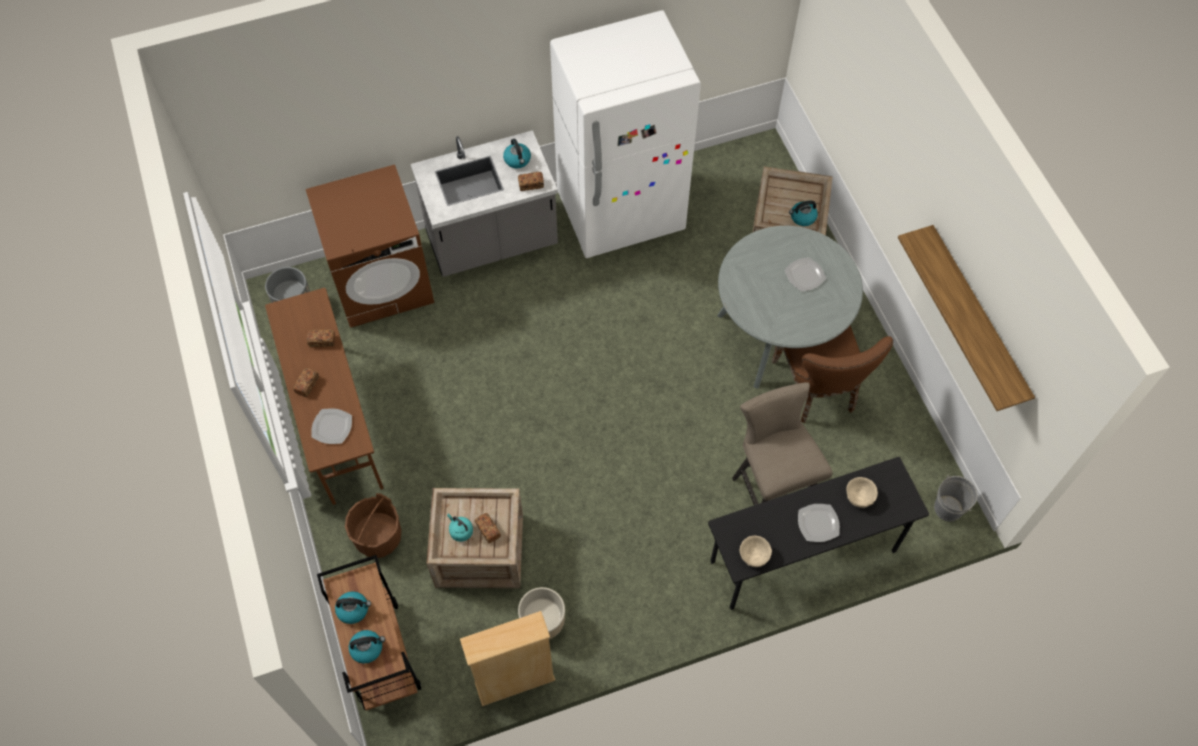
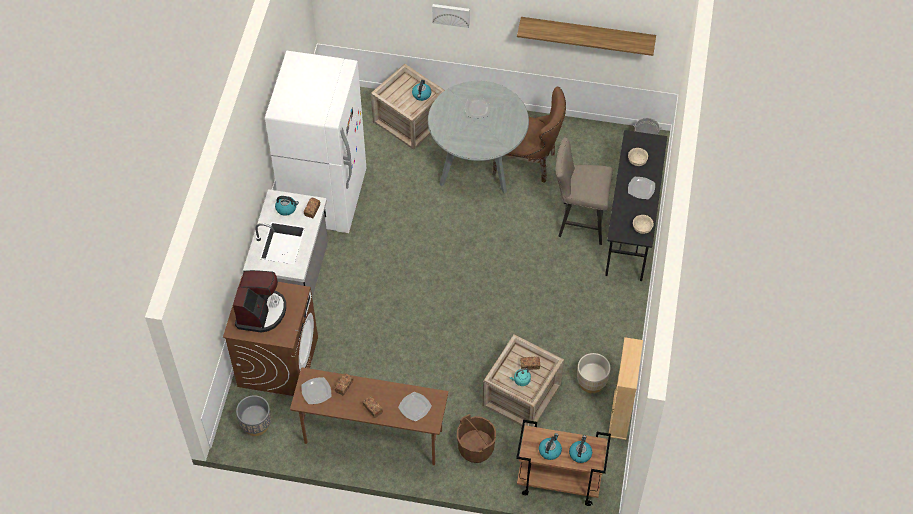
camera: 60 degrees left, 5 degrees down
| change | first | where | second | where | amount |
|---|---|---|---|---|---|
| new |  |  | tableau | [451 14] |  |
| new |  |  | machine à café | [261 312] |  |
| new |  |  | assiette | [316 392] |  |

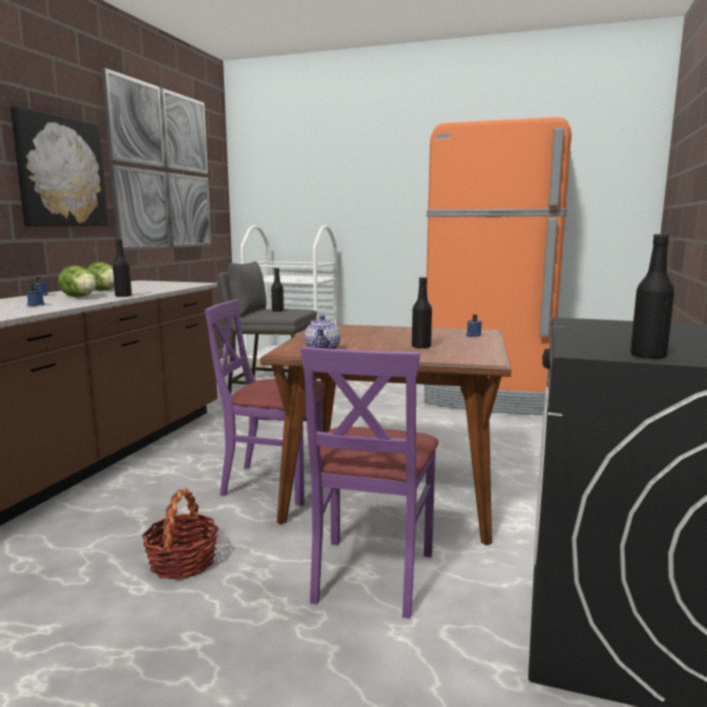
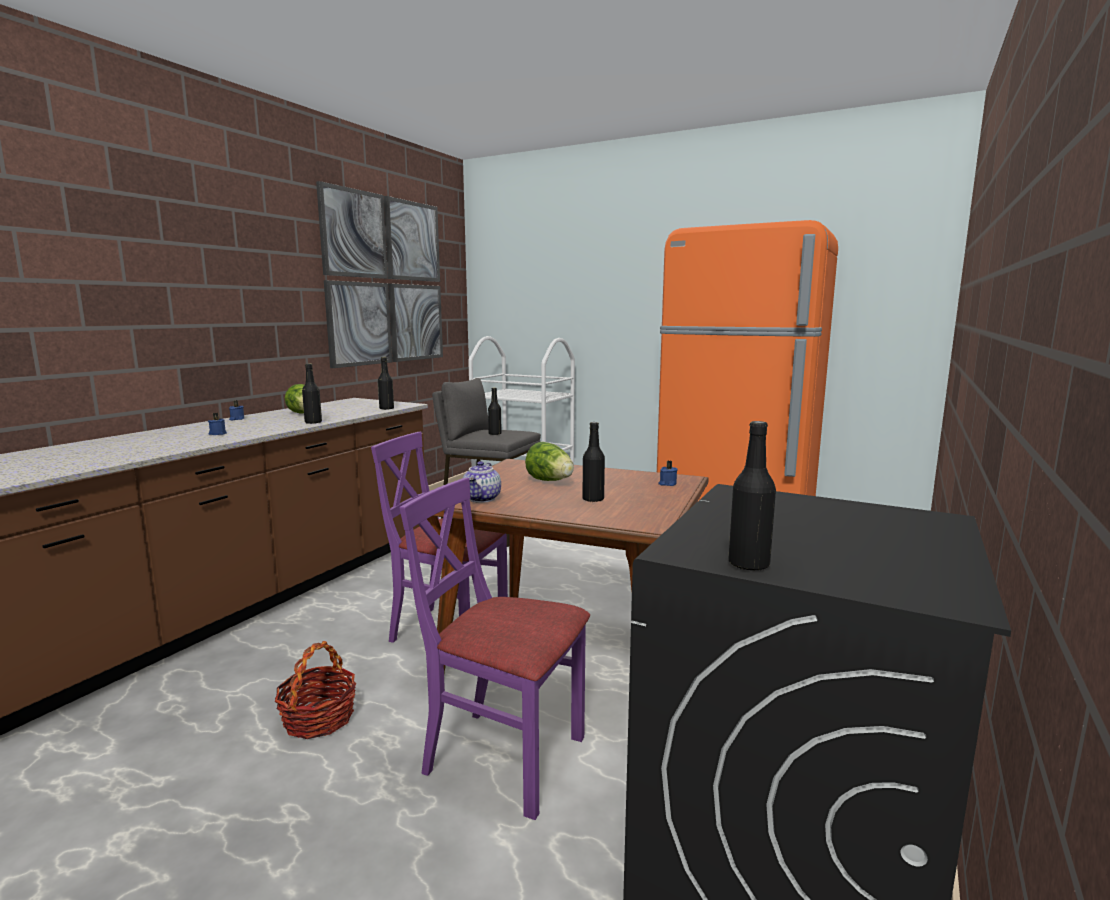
camera: 10 degrees right, 0 degrees up
| change | first | where | second | where | amount |
|---|---|---|---|---|---|
| gone | tableau | [61 172] |  |  |  |
| shifted | laitue | [81 297] |  | [550 481] |  |
| rotated | chaise (violet) | [371 574] |  | [504 757] | 90 degrees clockwise |
| new |  |  | bouteille (noir) | [386 409] |  |

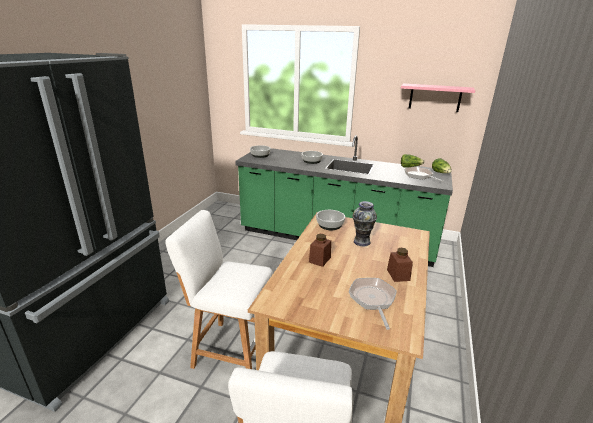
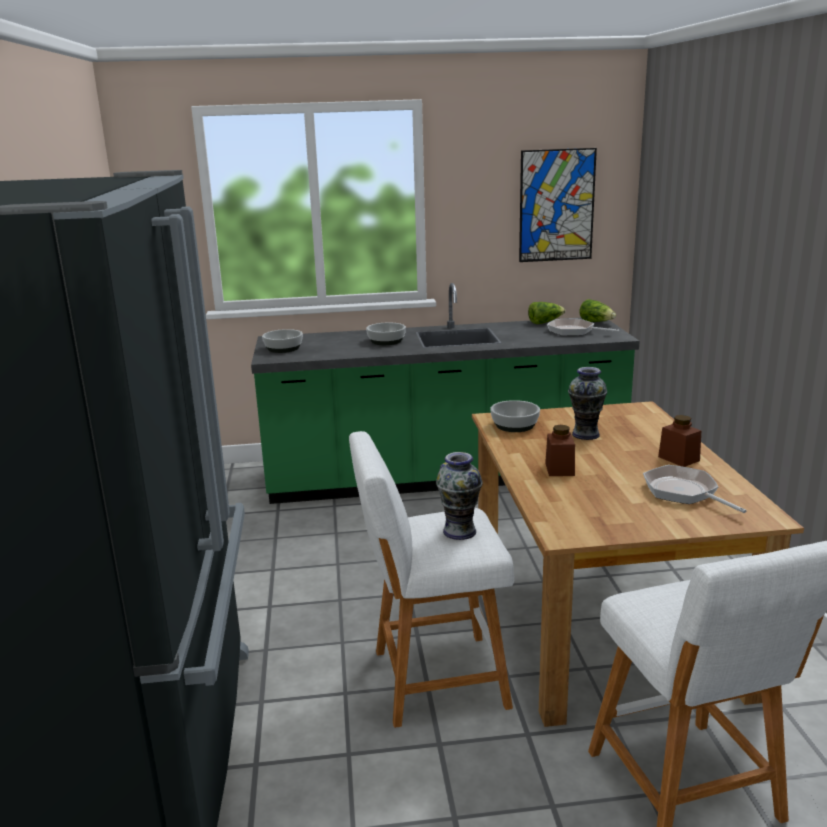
camera: 25 degrees left, 5 degrees down
| change | first | where | second | where | amount |
|---|---|---|---|---|---|
| swapped | étagère (rose) | [435 97] | tableau | [556 205] |  |
| new |  |  | vase | [460 531] |  |

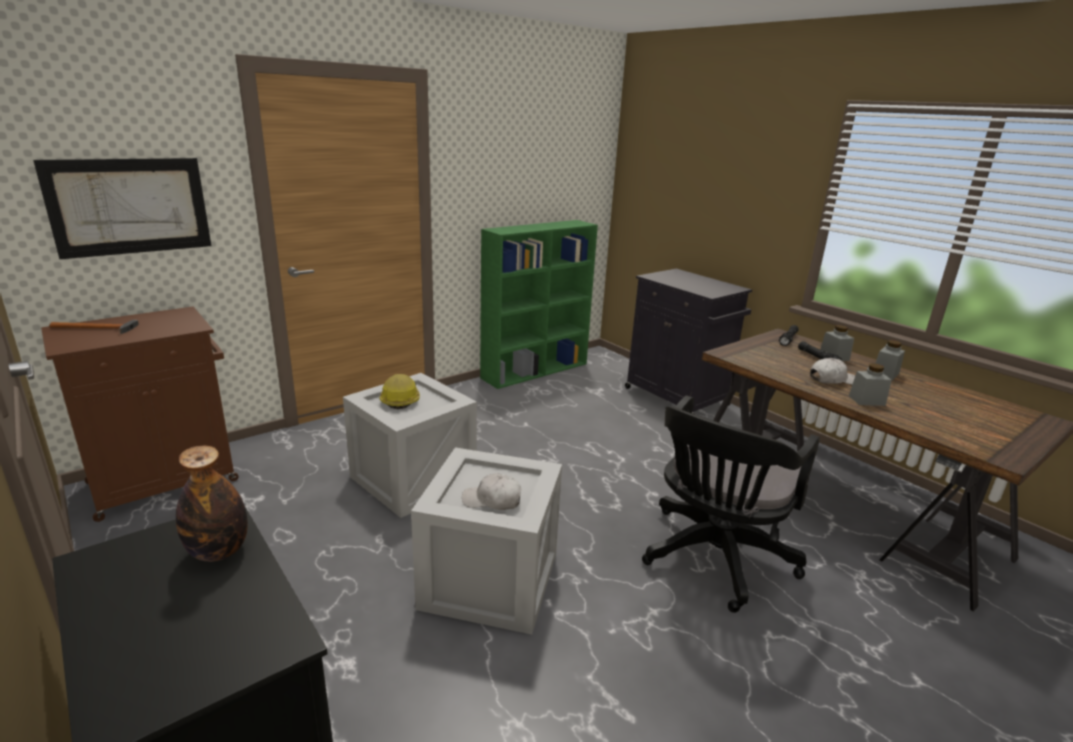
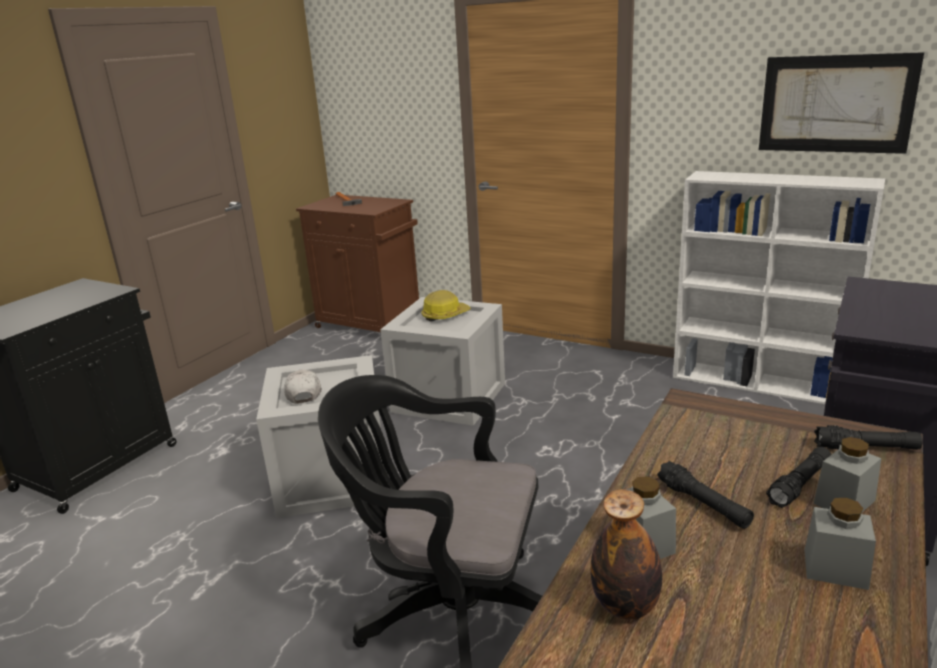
camera: 70 degrees right, 0 degrees up
| change | first | where | second | where | amount |
|---|---|---|---|---|---|
| shifted | tableau | [130 206] |  | [835 104] |  |
| repainted | bibliothèque (vert) | [536 370] | bibliothèque (blanc) | [760 383] |  |
| swapped | casquette (blanc) | [832 379] | lampe de poche (noir) | [703 504] |  |
| shifted | bouteille | [219 551] |  | [625 606] |  |

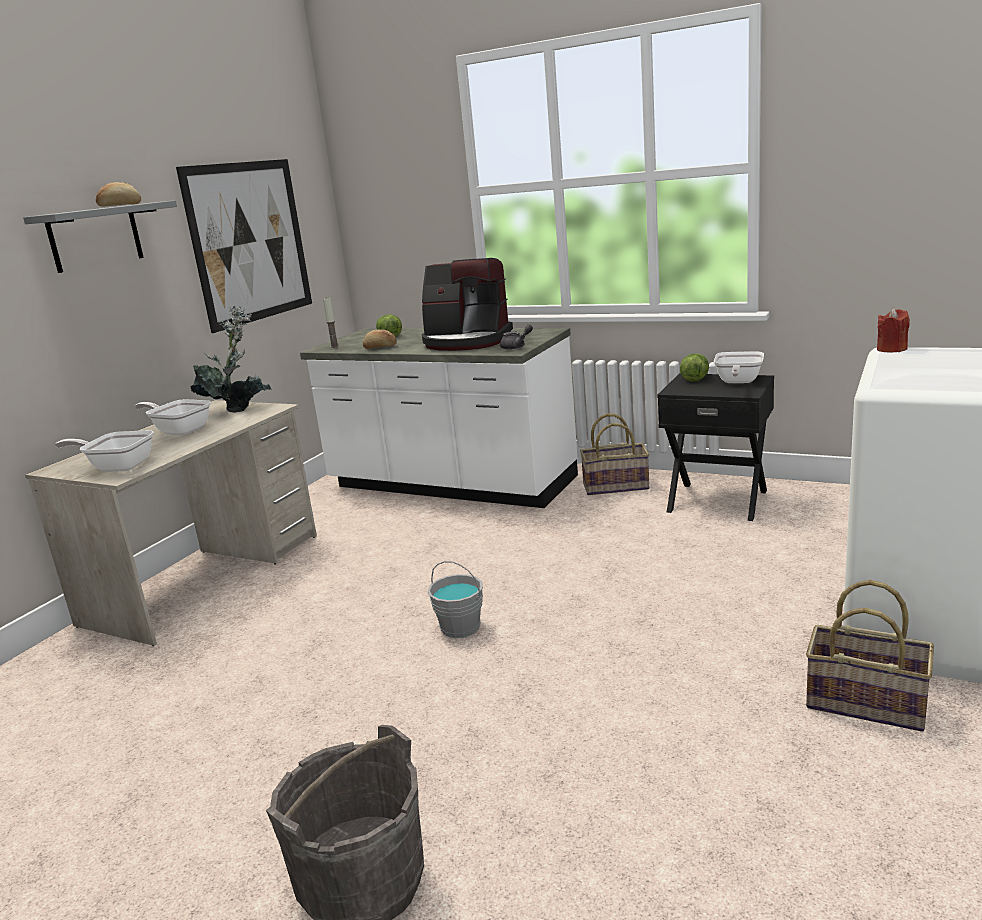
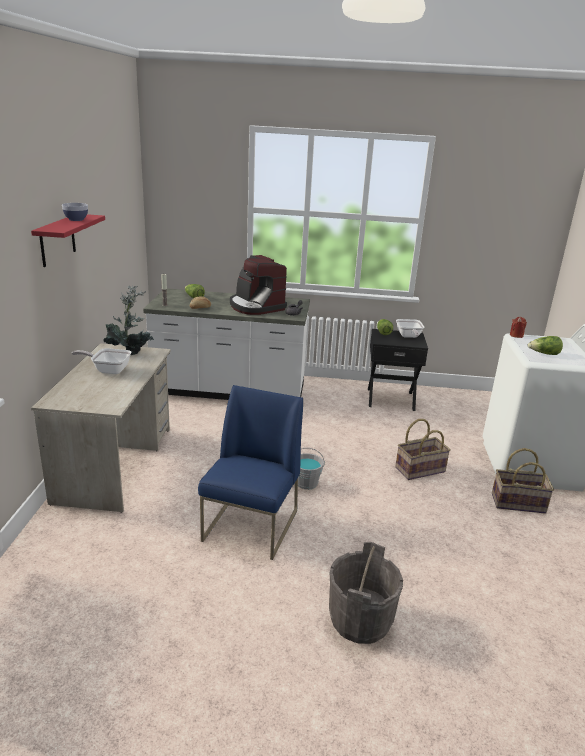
camera: 25 degrees left, 5 degrees up
| change | first | where | second | where | amount |
|---|---|---|---|---|---|
| gone | tableau | [250 242] |  |  |  |
| swapped | pain | [120 205] | bol | [76 219] |  |
| repainted | étagère (gris) | [95 237] | étagère (rouge) | [57 240] |  |
| rotated | machine à café | [467 341] |  | [256 306] | 60 degrees clockwise |
| shifted | panier | [616 486] |  | [420 469] |  |
| gone | poêle | [118 467] |  |  |  |
| new |  |  | laitue | [544 354] |  |
| new |  |  | chaise (bleu) | [251 526] |  |

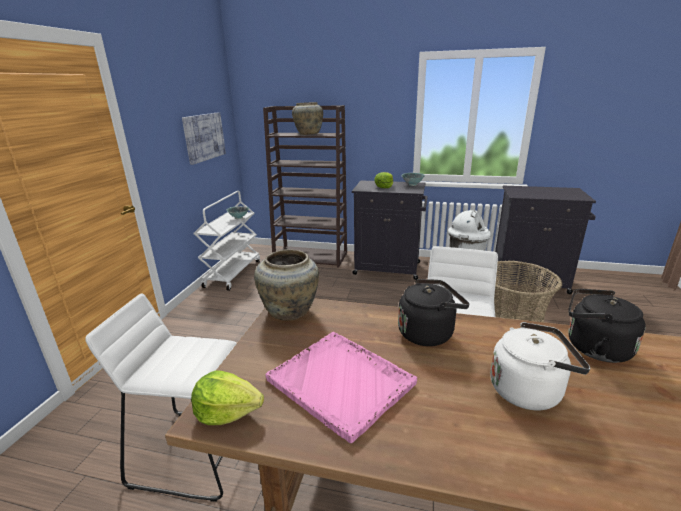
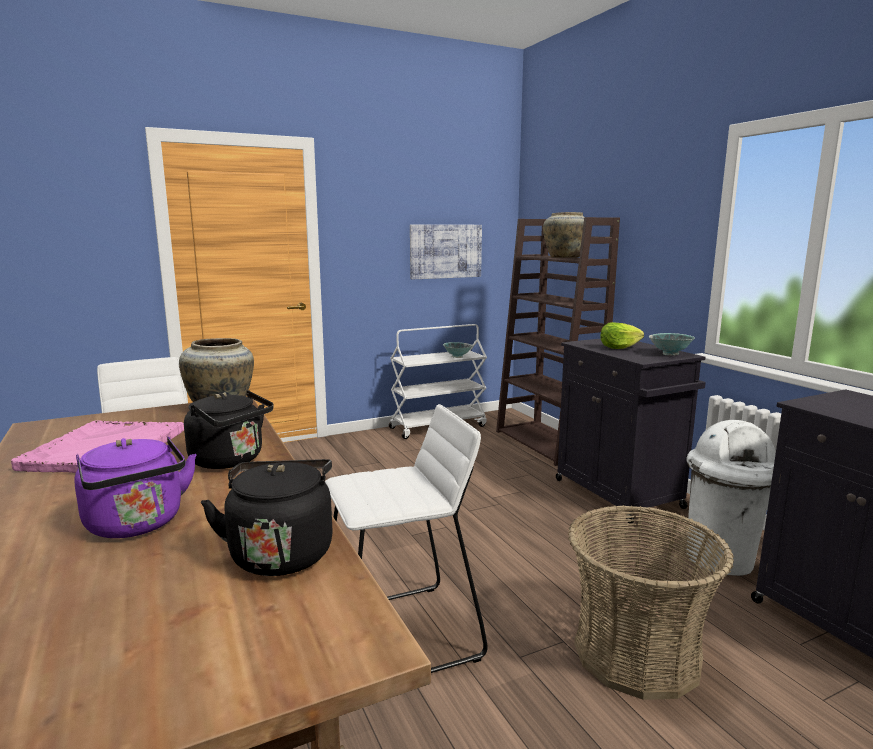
camera: 50 degrees right, 10 degrees down
| change | first | where | second | where | amount |
|---|---|---|---|---|---|
| repainted | bouilloire (blanc) | [528 390] | bouilloire (violet) | [137 525] |  |
| gone | laitue | [227 411] |  |  |  |

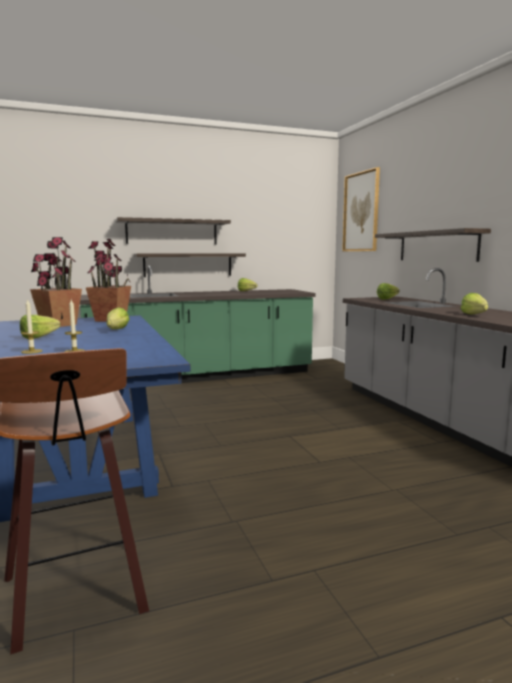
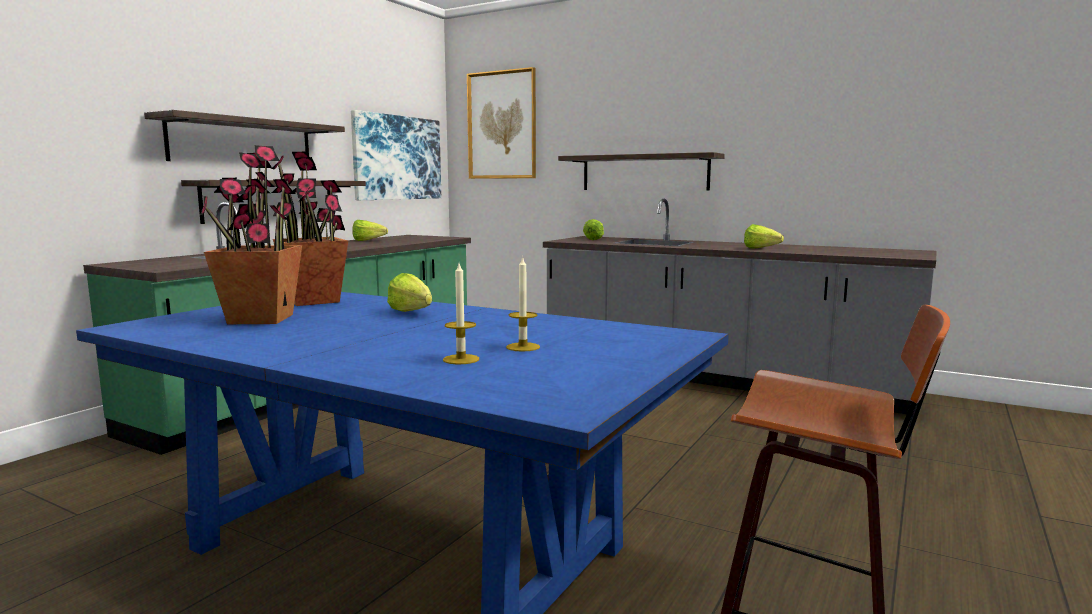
camera: 40 degrees left, 0 degrees up
| change | first | where | second | where | amount |
|---|---|---|---|---|---|
| gone | laitue | [42 337] |  |  |  |
| new |  |  | tableau | [397 158] |  |

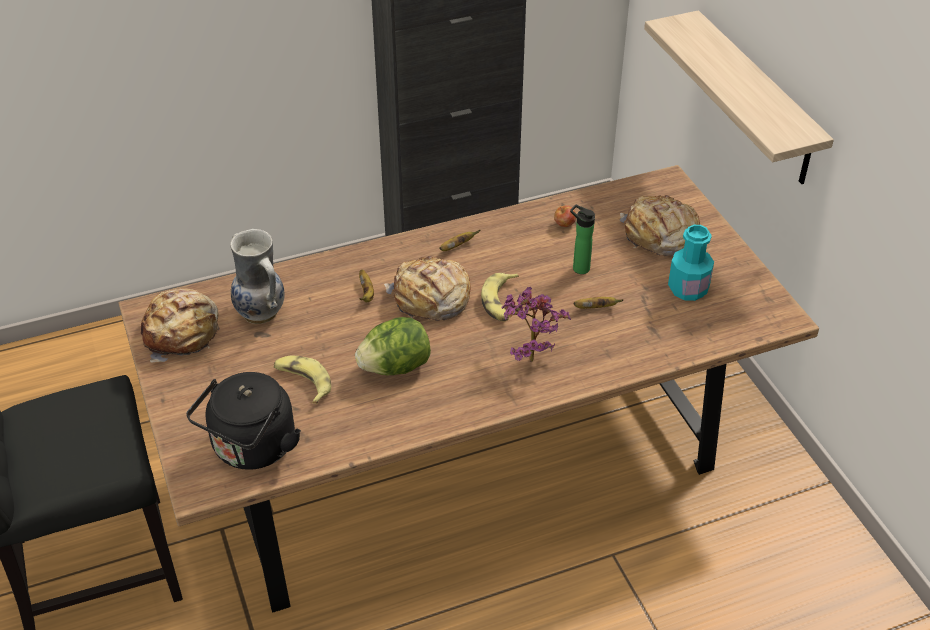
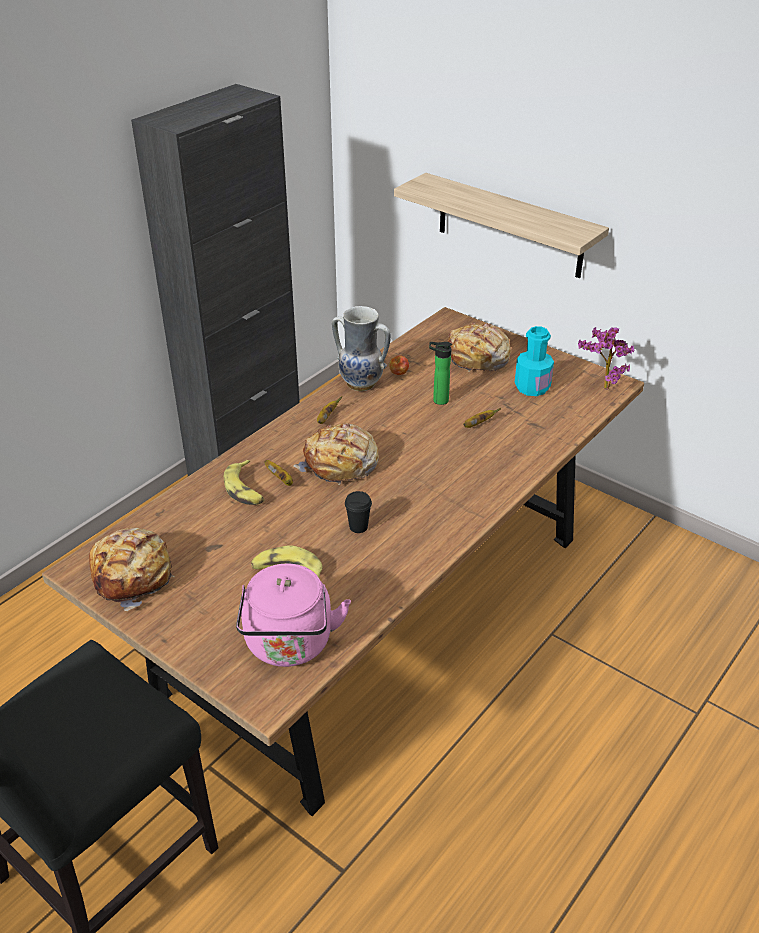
camera: 30 degrees left, 5 degrees down
| change | first | where | second | where | amount |
|---|---|---|---|---|---|
| shifted | vase | [261 312] |  | [361 383] |  |
| shifted | banane | [500 302] |  | [245 489] |  |
| shifted | plante en pot | [529 355] |  | [601 386] |  |
| swapped | laitue | [395 367] | tasse (noir) | [358 527] |  |
| repainted | bouilloire (noir) | [251 449] | bouilloire (rose) | [289 646] |  |

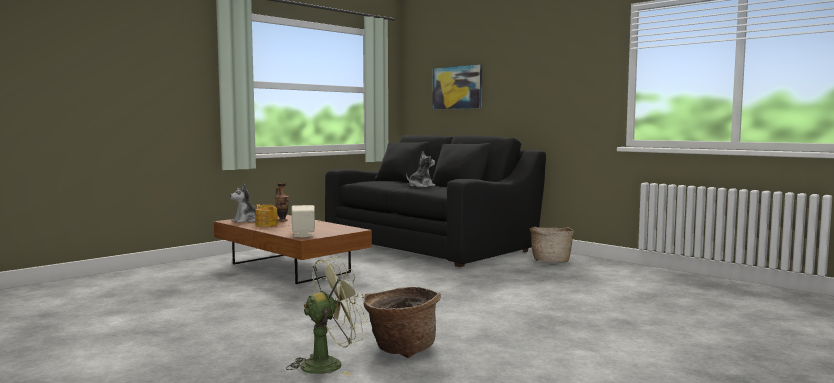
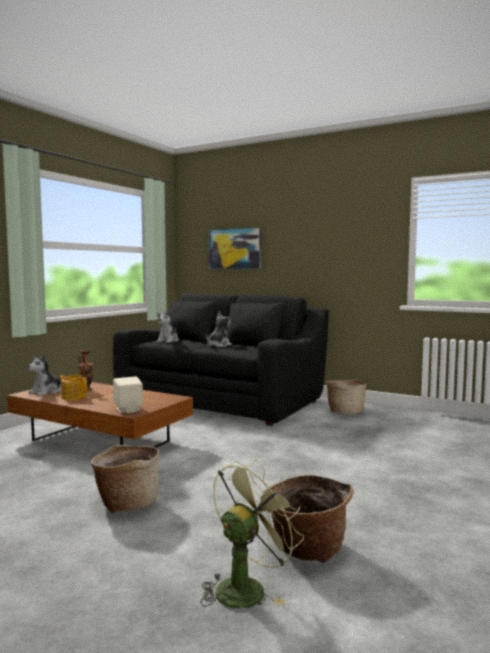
camera: 15 degrees left, 0 degrees up
| change | first | where | second | where | amount |
|---|---|---|---|---|---|
| new |  |  | peluche | [168 341] |  |
| new |  |  | panier | [126 503] |  |

